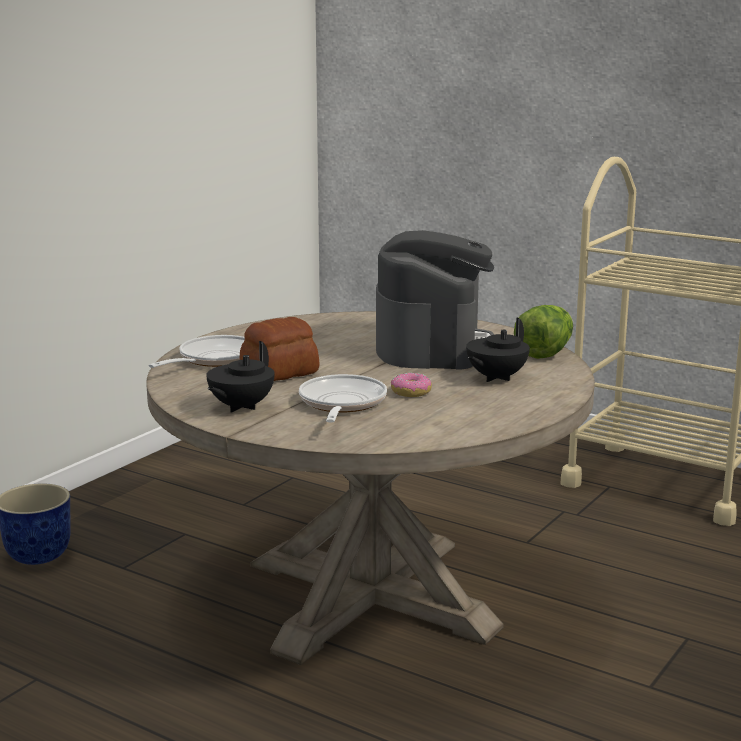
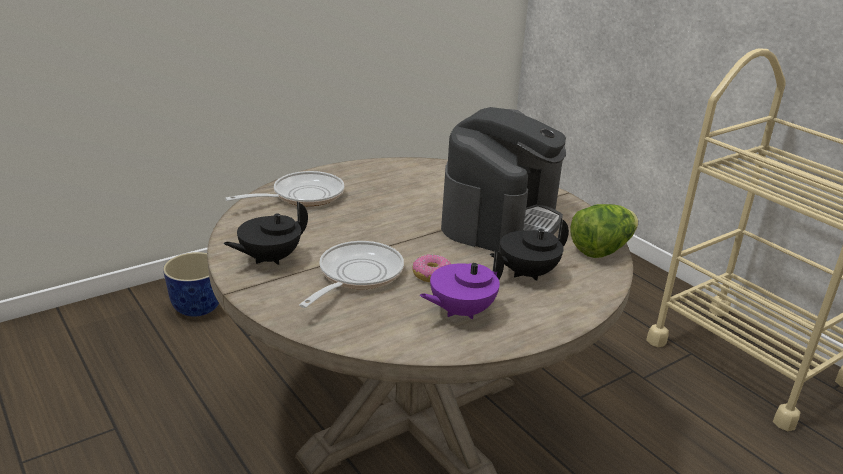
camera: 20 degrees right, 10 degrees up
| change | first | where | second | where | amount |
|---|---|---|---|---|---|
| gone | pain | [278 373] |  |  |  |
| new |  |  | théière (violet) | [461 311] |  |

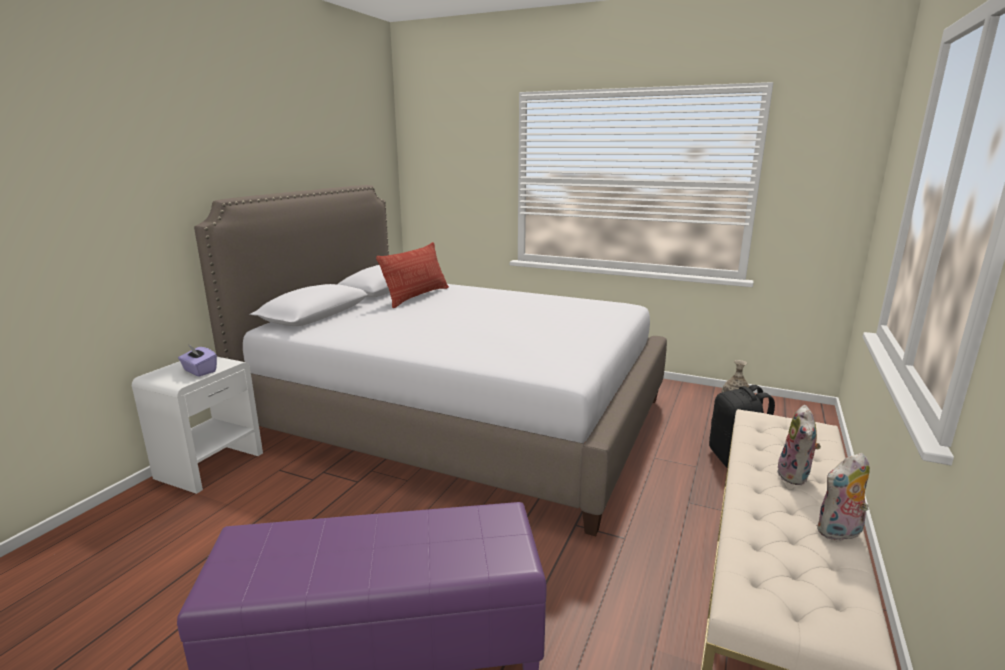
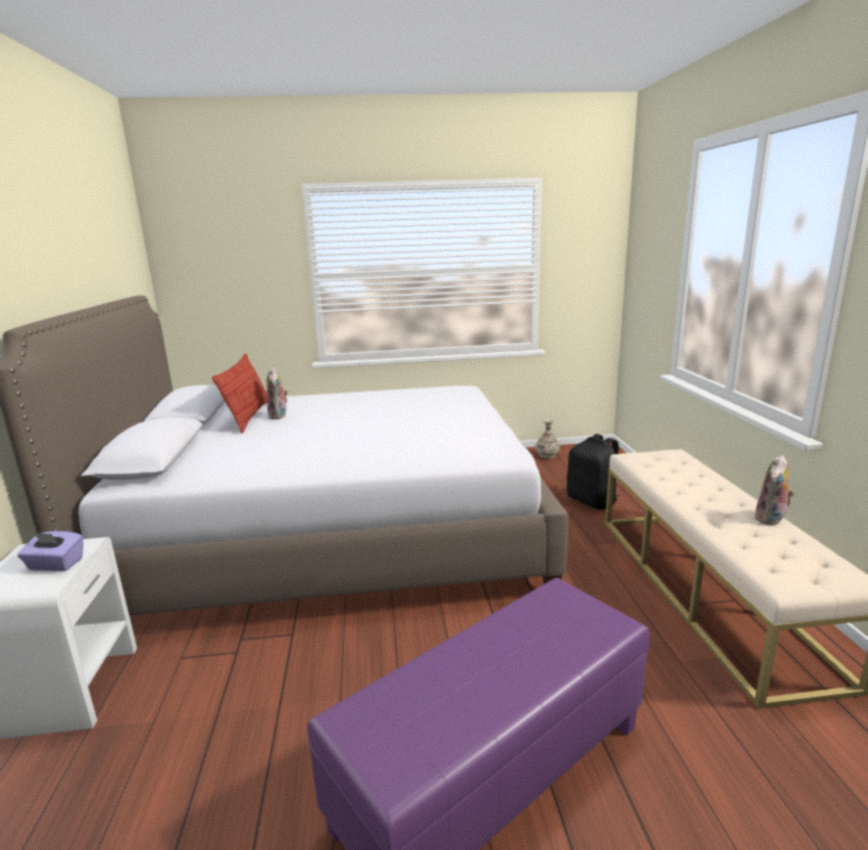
camera: 30 degrees left, 0 degrees up
| change | first | where | second | where | amount |
|---|---|---|---|---|---|
| shifted | peluche | [795 476] |  | [279 415] |  |

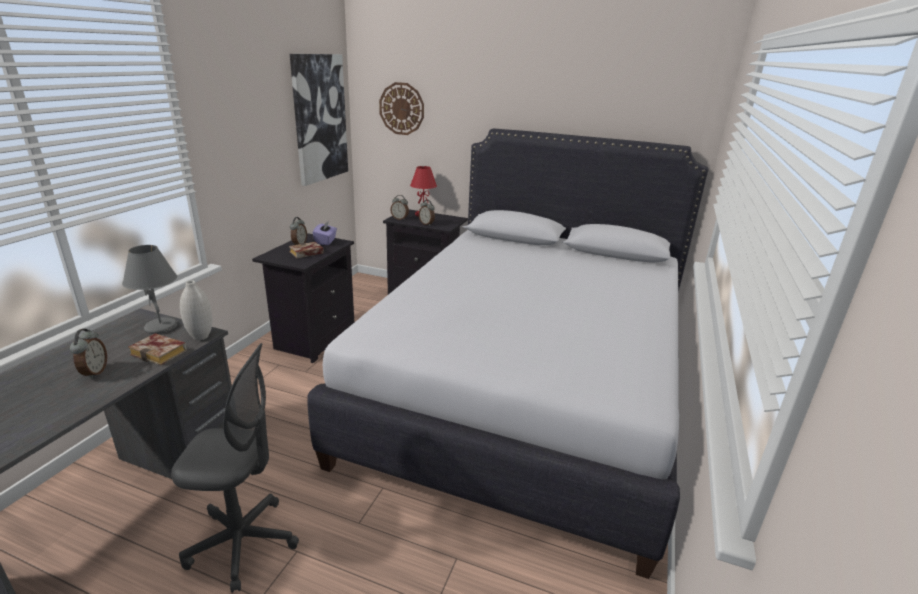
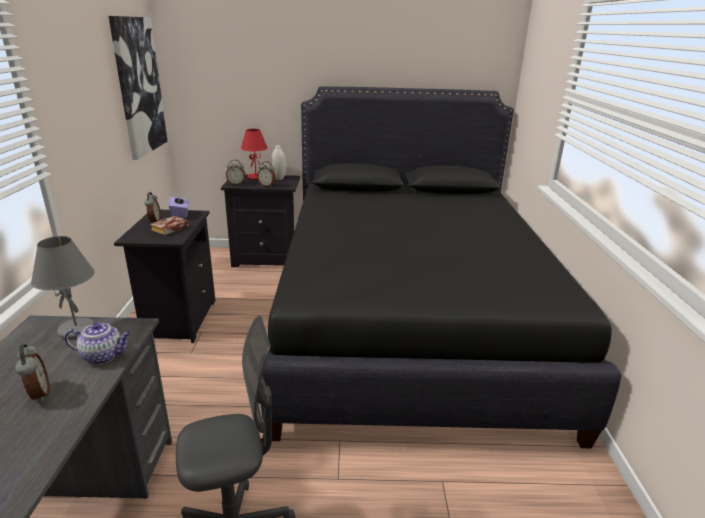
camera: 20 degrees left, 0 degrees up
| change | first | where | second | where | amount |
|---|---|---|---|---|---|
| gone | horloge murale | [401 109] |  |  |  |
| repainted | lit (blanc) | [527 387] | lit (noir) | [407 321] |  |
| shifted | vase (blanc) | [201 337] |  | [279 179] |  |
| swapped | livre | [161 353] | théière | [104 356] |  |

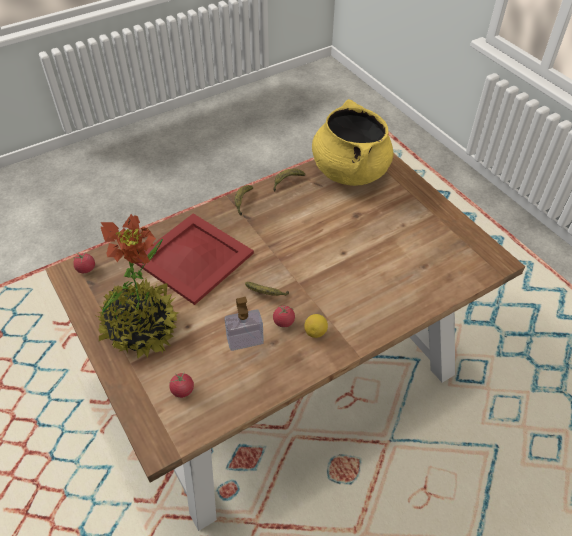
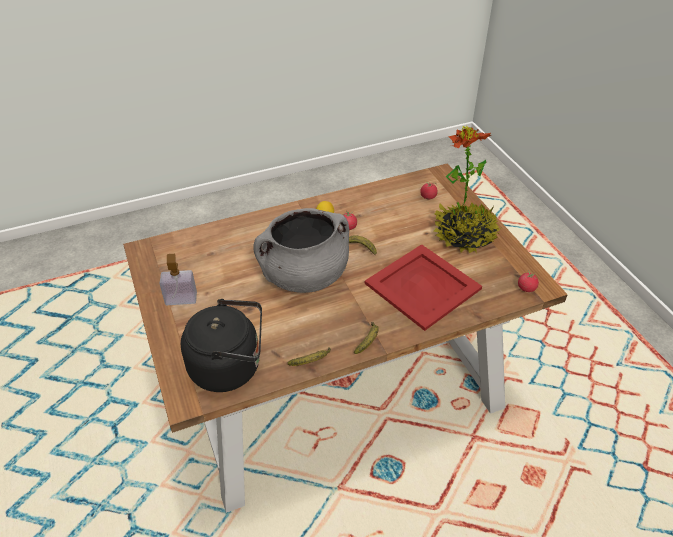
camera: 170 degrees left, 5 degrees down
| change | first | where | second | where | amount |
|---|---|---|---|---|---|
| swapped | marmite (jaune) | [349 171] | bouilloire (noir) | [230 367] |  |
| shifted | distributeur de savon | [245 340] |  | [181 299] |  |
| new |  |  | marmite (gris) | [304 276] |  |

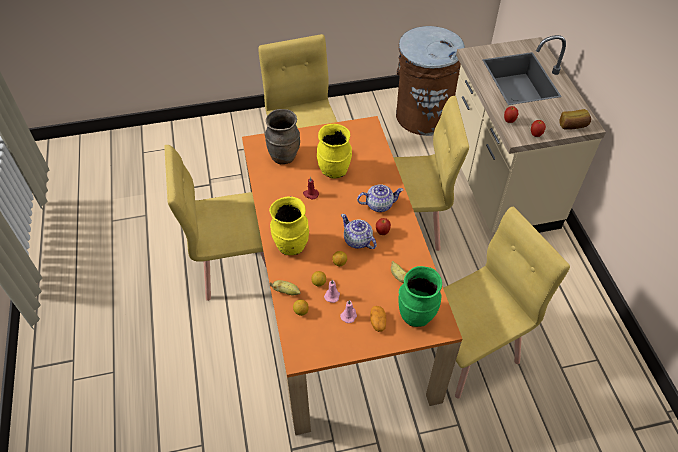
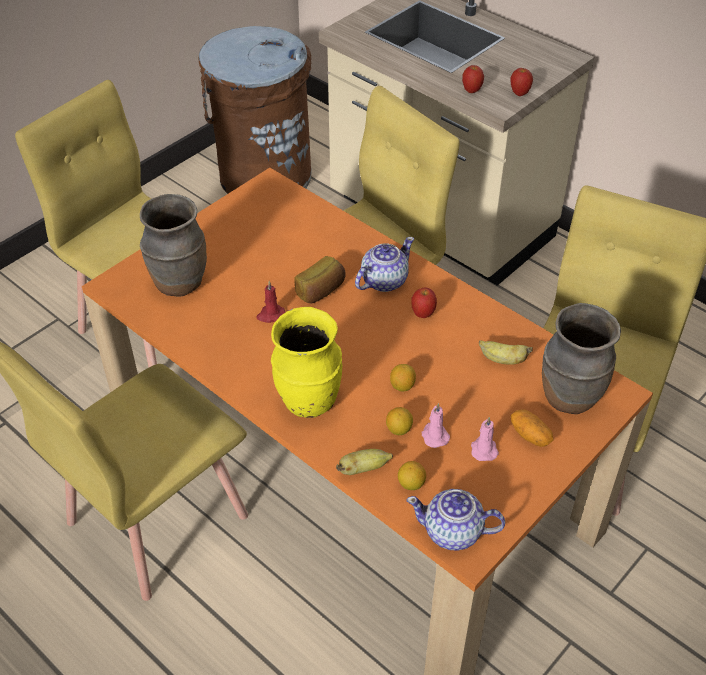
camera: 35 degrees left, 5 degrees down
| change | first | where | second | where | amount |
|---|---|---|---|---|---|
| shifted | pain | [573 126] |  | [321 291] |  |
| gone | vase (jaune) | [334 171] |  |  |  |
| shifted | théière | [357 241] |  | [453 532] |  |
| repainted | vase (vert) | [416 315] | vase (marron) | [569 396] |  |

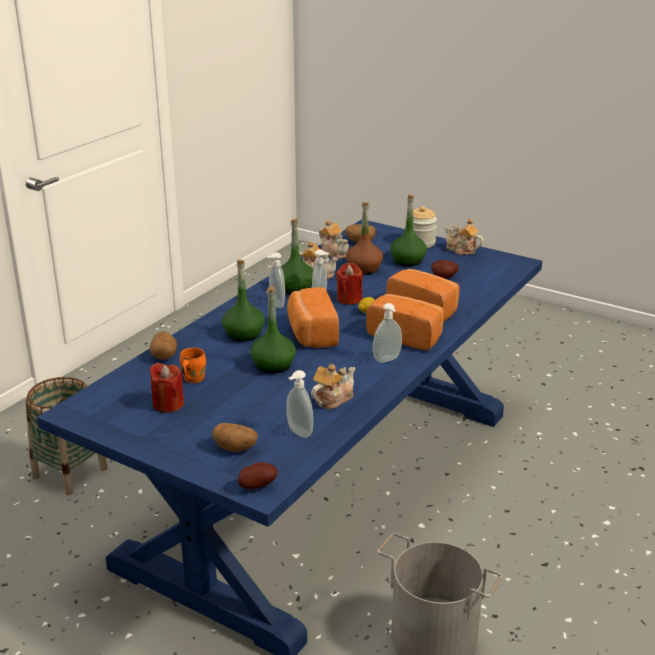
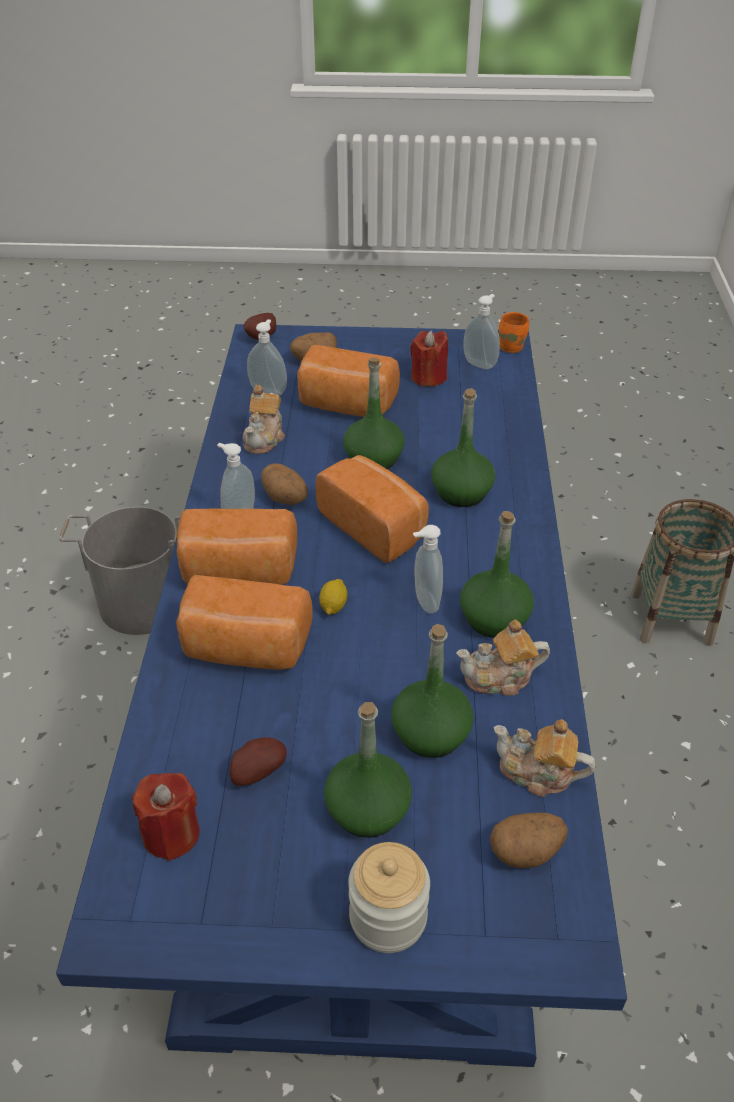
camera: 150 degrees right, 15 degrees up
| change | first | where | second | where | amount |
|---|---|---|---|---|---|
| repainted | bouteille (marron) | [364 269] | bouteille (vert) | [431 733] |  |
| gone | théière | [461 250] |  |  |  |
| shifted | distributeur de savon | [276 304] |  | [480 363] |  |
| shifted | bougie (rouge) | [349 299] |  | [171 834] |  |
| shifted | pomme de terre | [164 356] |  | [286 498] |  |
| shifted | mug (orange) | [192 379] |  | [512 347] |  |
| new |  |  | pain | [346 405] |  |

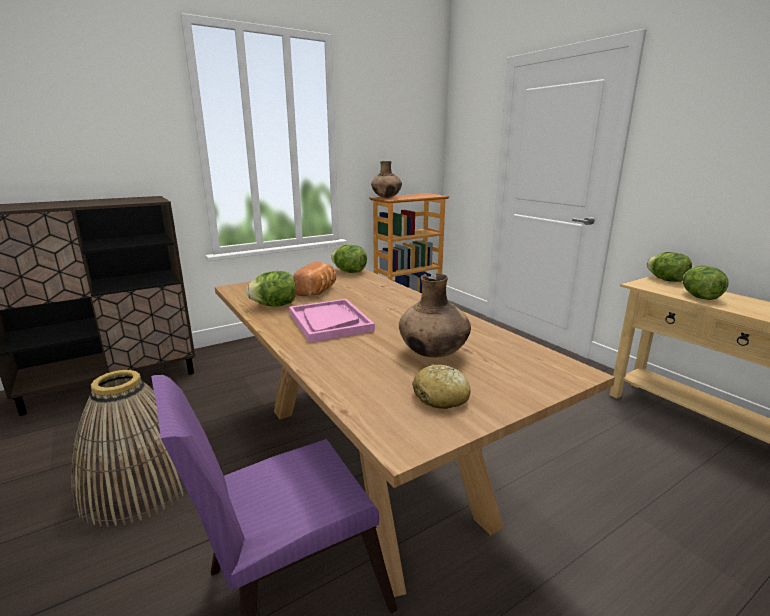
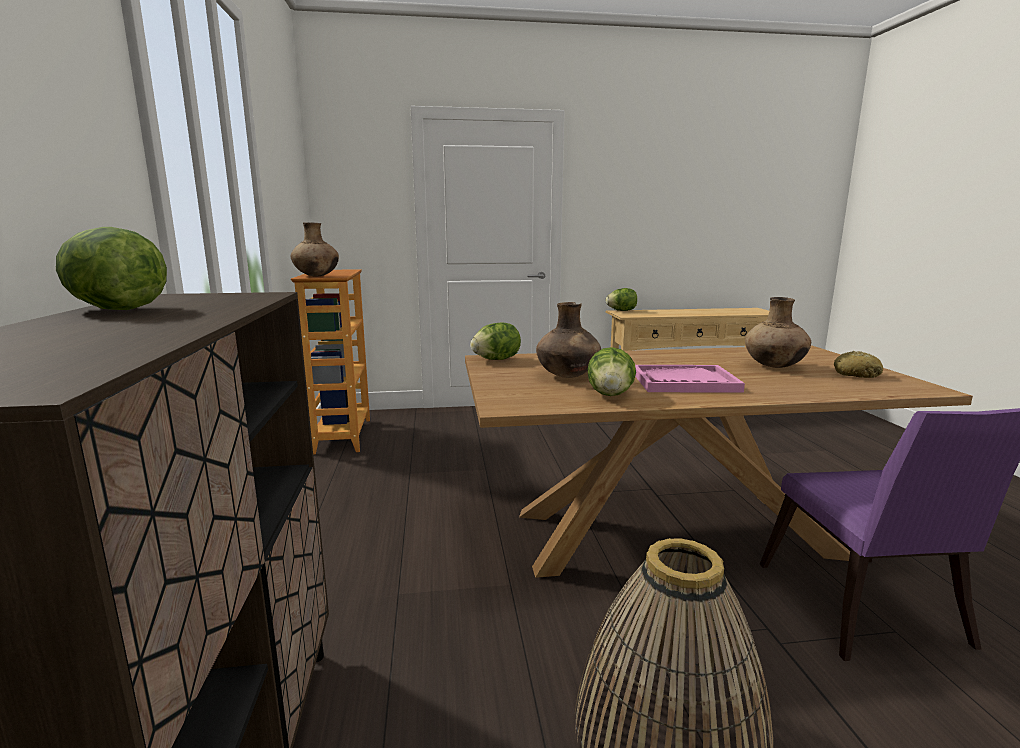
camera: 65 degrees left, 5 degrees down
| change | first | where | second | where | amount |
|---|---|---|---|---|---|
| swapped | pain | [318 291] | vase (marron) | [568 376] |  |
| shifted | laitue | [699 297] |  | [116 309] |  |

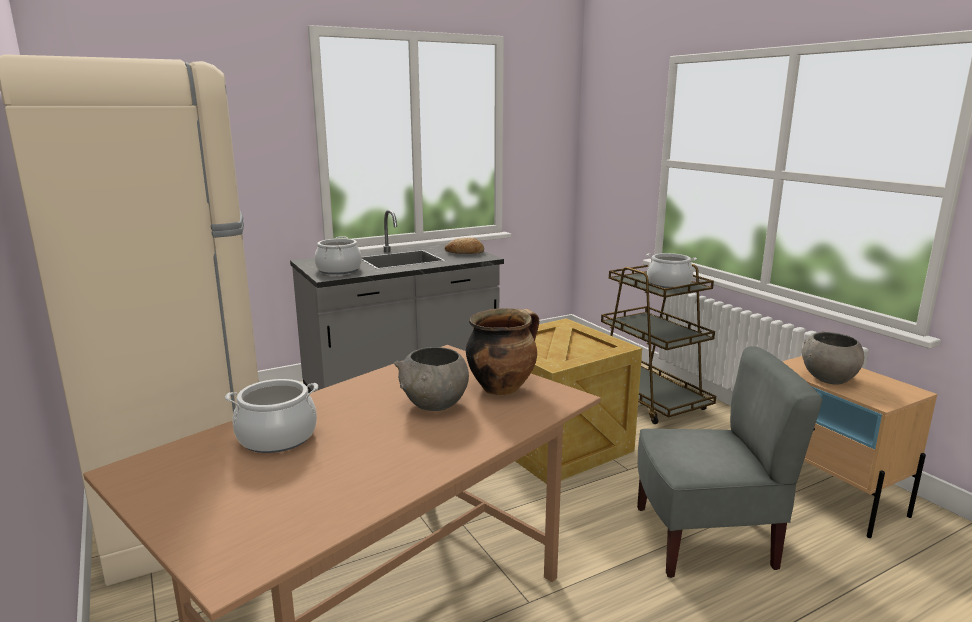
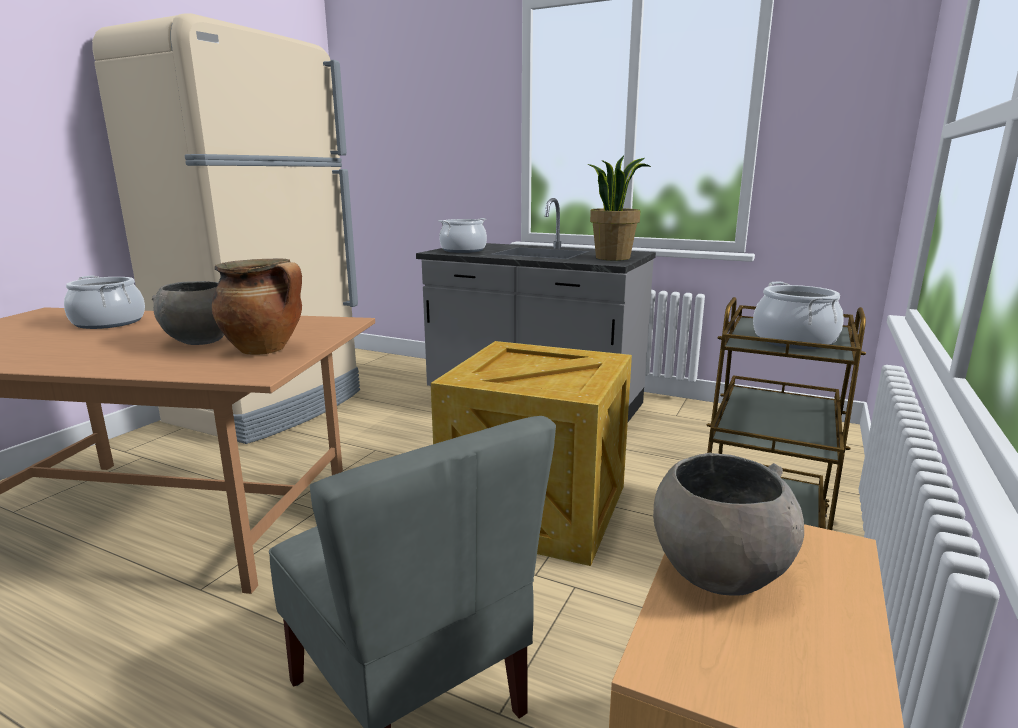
camera: 55 degrees right, 0 degrees up
| change | first | where | second | where | amount |
|---|---|---|---|---|---|
| swapped | pain | [465 253] | plante en pot | [613 258] |  |

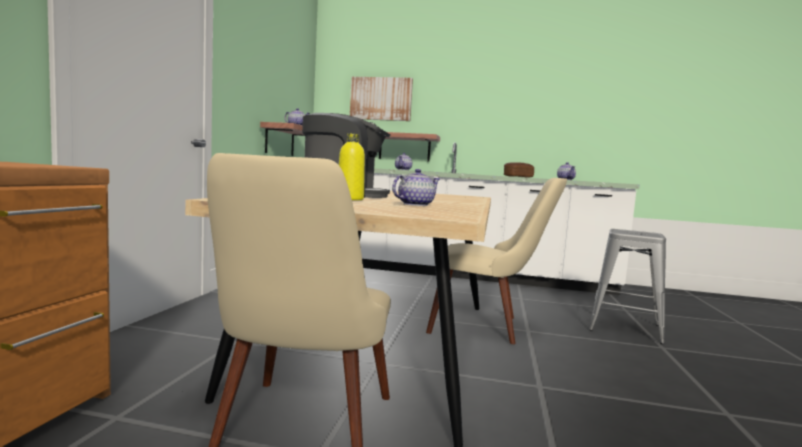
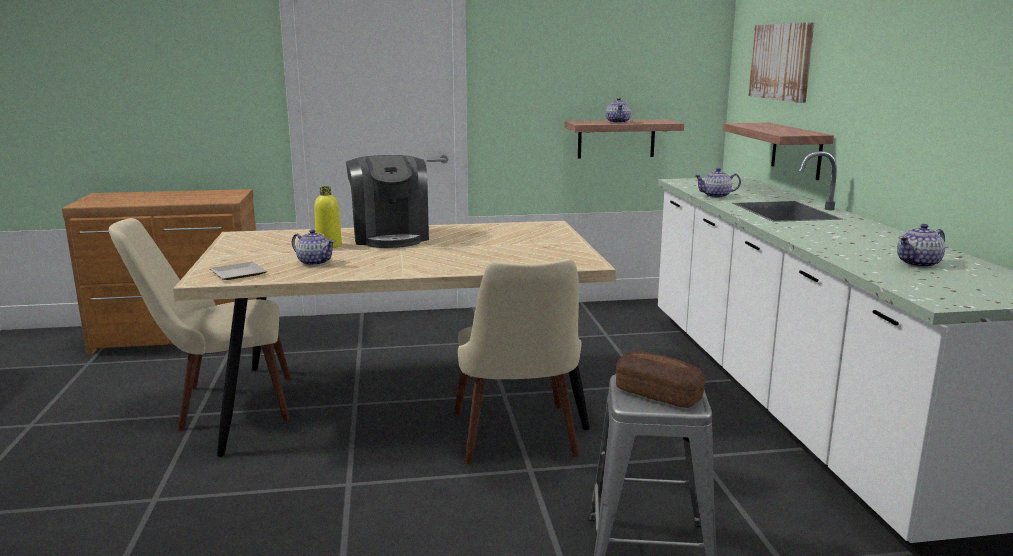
camera: 70 degrees right, 10 degrees up
| change | first | where | second | where | amount |
|---|---|---|---|---|---|
| shifted | pain | [518 176] |  | [658 394] |  |
| new |  |  | assiette | [237 274] |  |

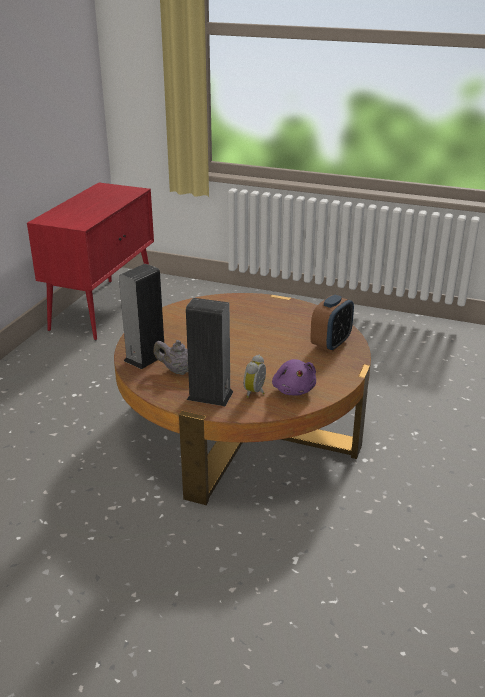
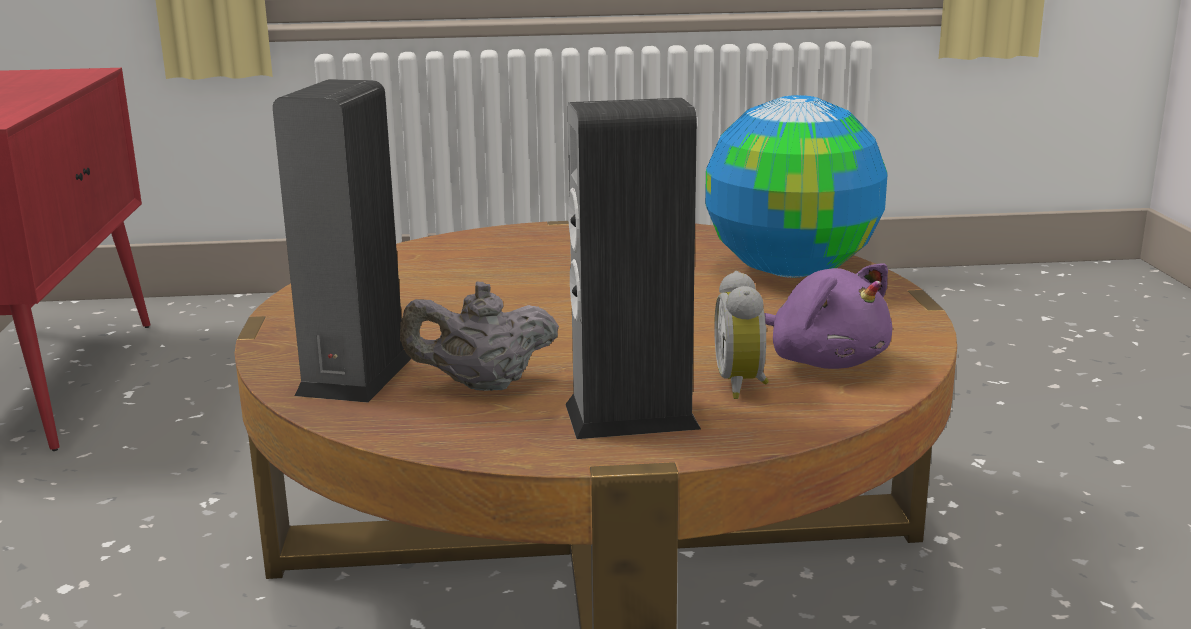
camera: 25 degrees left, 10 degrees down
| change | first | where | second | where | amount |
|---|---|---|---|---|---|
| swapped | réveil | [331 344] | globe | [789 271] |  |

